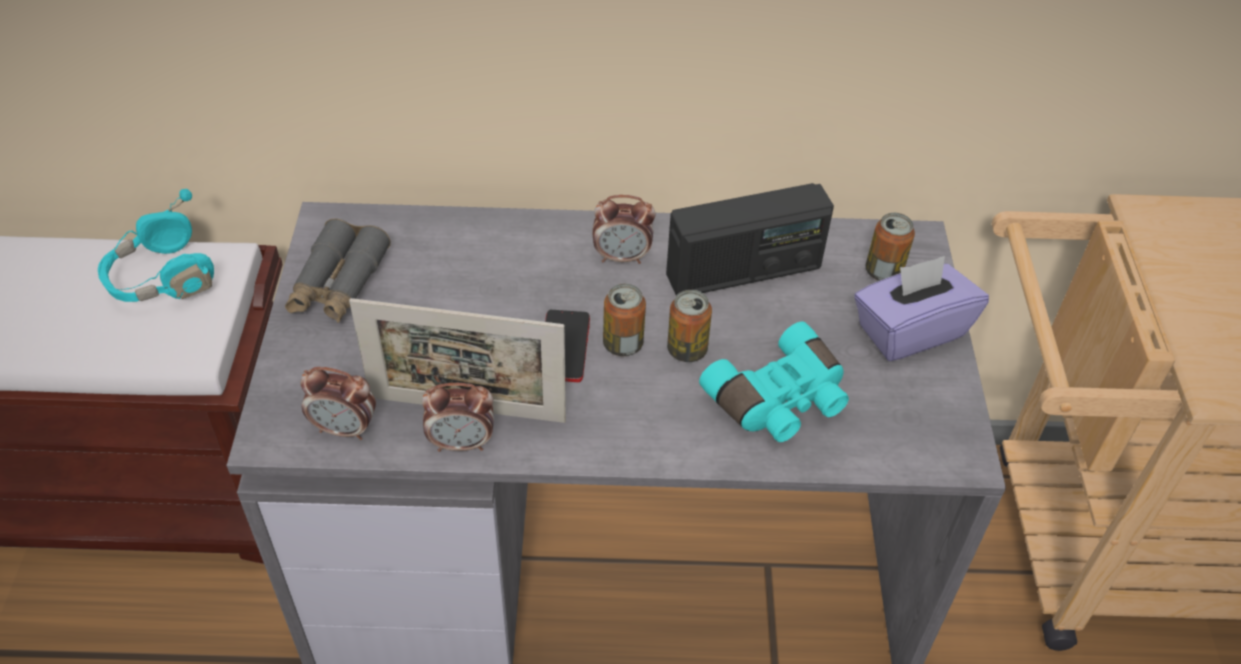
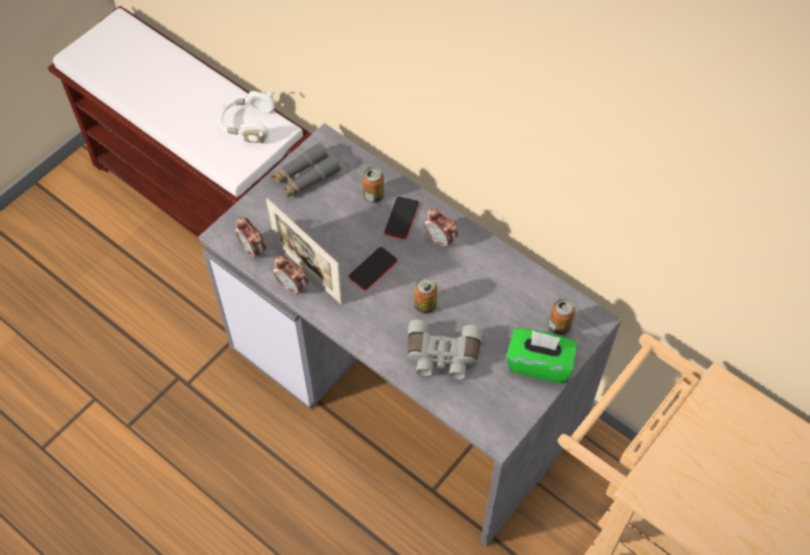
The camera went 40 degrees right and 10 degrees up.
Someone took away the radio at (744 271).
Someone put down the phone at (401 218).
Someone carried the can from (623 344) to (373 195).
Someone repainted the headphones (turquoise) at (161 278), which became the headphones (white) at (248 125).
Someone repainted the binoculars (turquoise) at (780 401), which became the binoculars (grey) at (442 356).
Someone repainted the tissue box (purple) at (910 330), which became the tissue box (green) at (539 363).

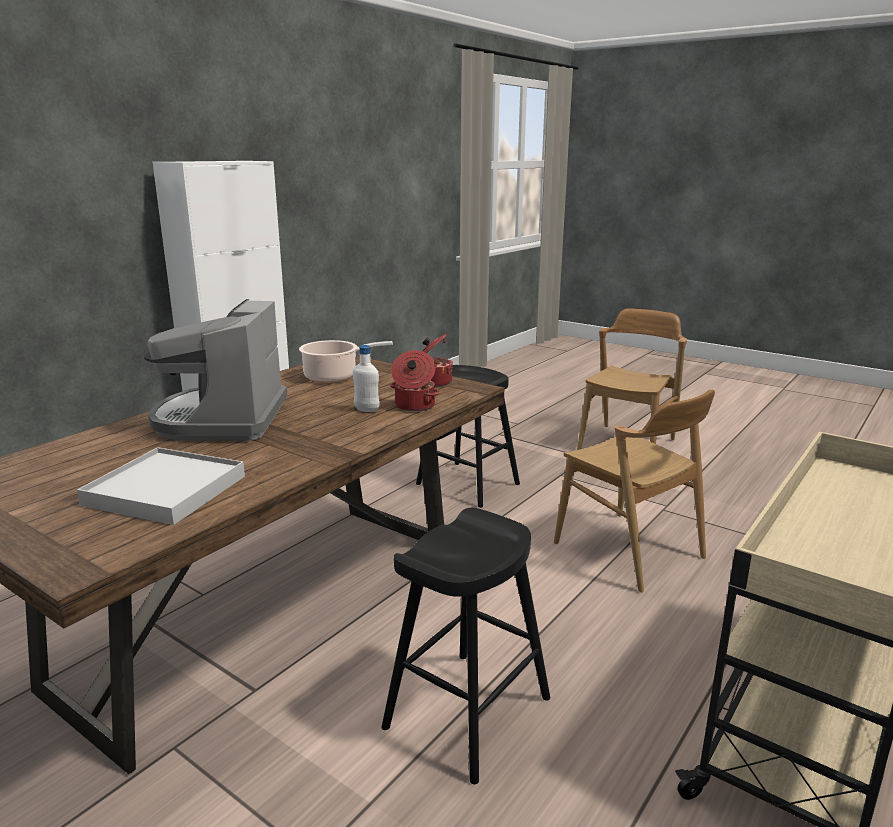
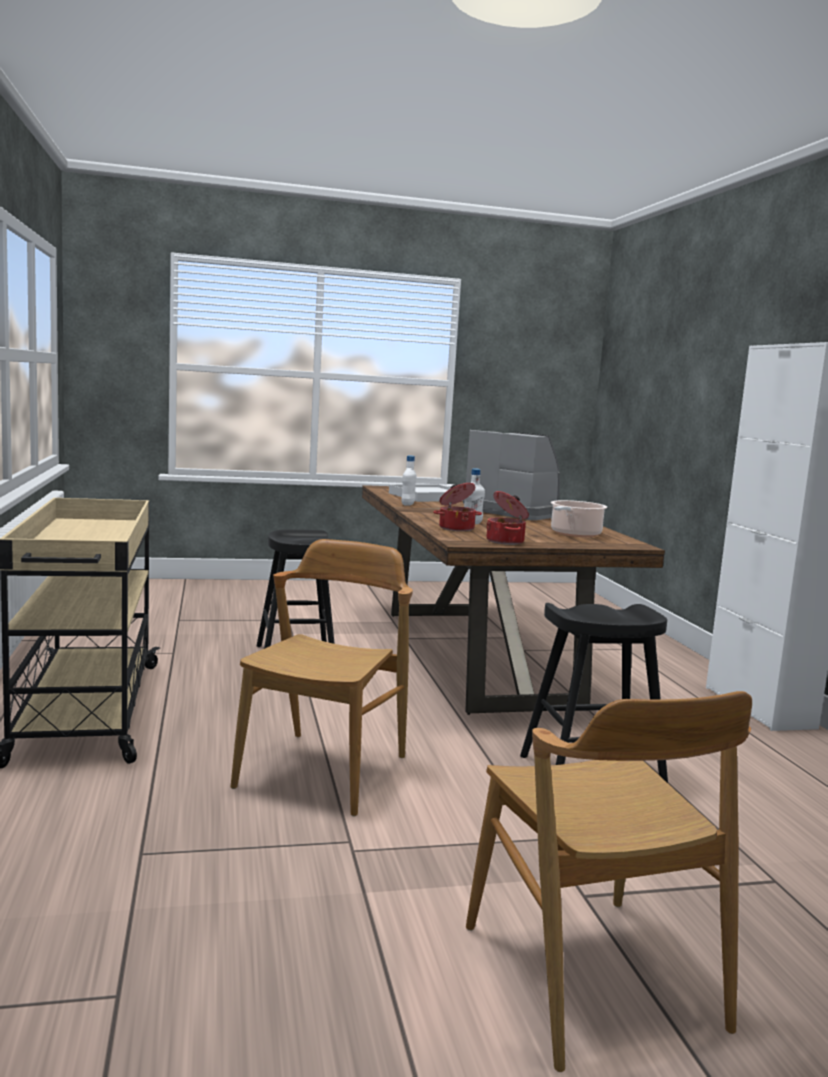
The camera went 130 degrees right and 10 degrees down.
Someone put down the bottle (white) at (408 504).
Someone rotated the chair (brown) at (628 550) by 105 degrees clockwise.

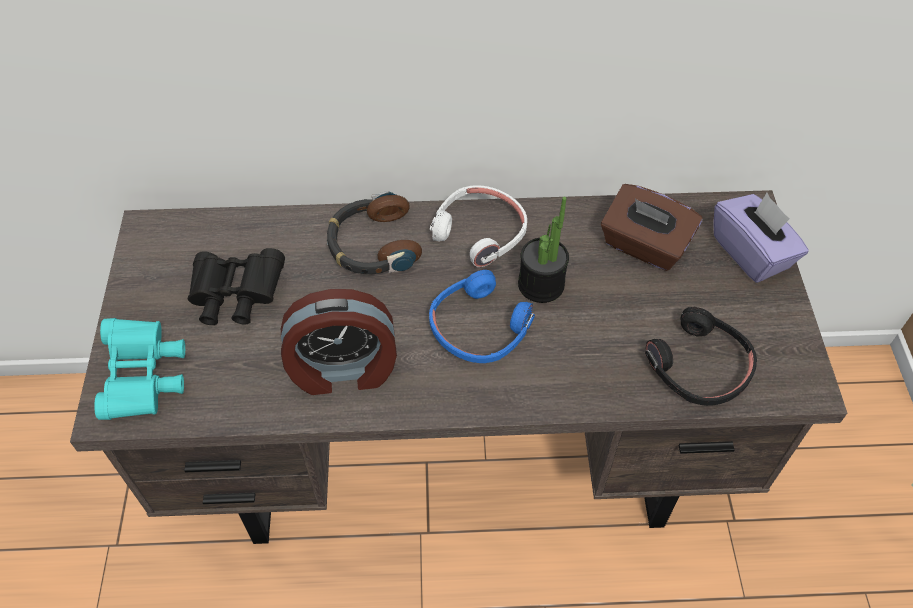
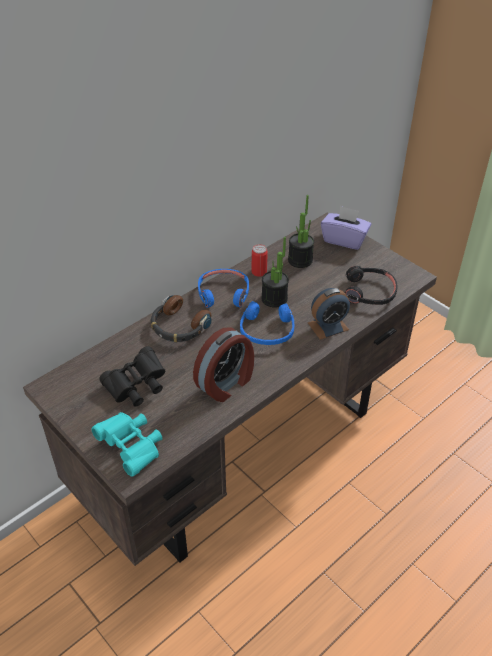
The camera went 40 degrees left and 10 degrees down.
Someone put down the can at (259 272).
Someone put down the alarm clock at (328 326).
Someone swapped the tissue box (brown) at (644 246) for the potted plant at (300 260).
Someone repainted the headphones (white) at (480 232), which became the headphones (blue) at (223 293).

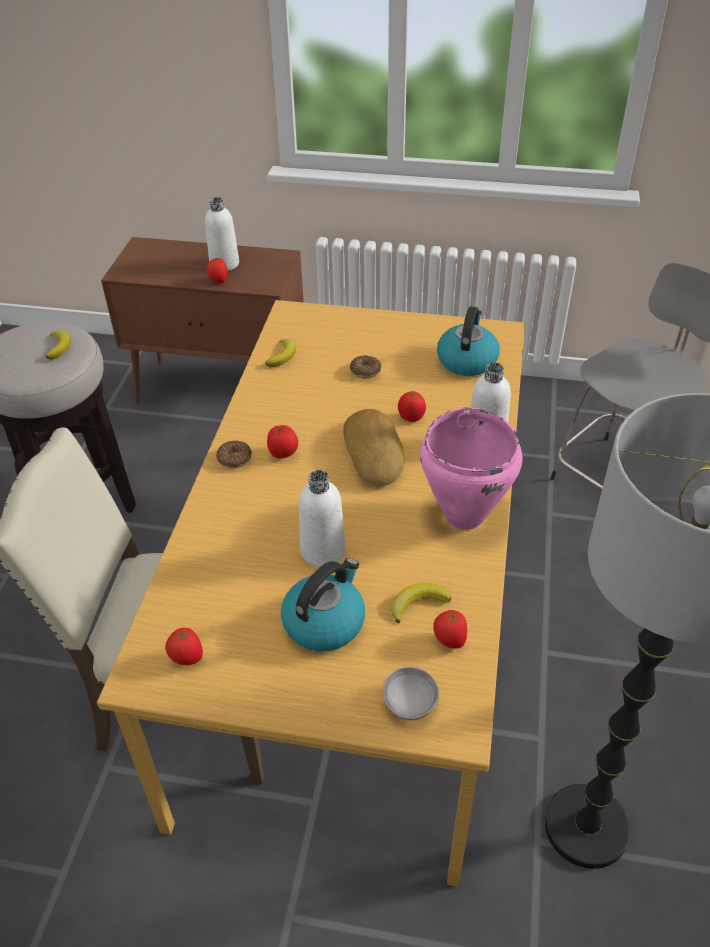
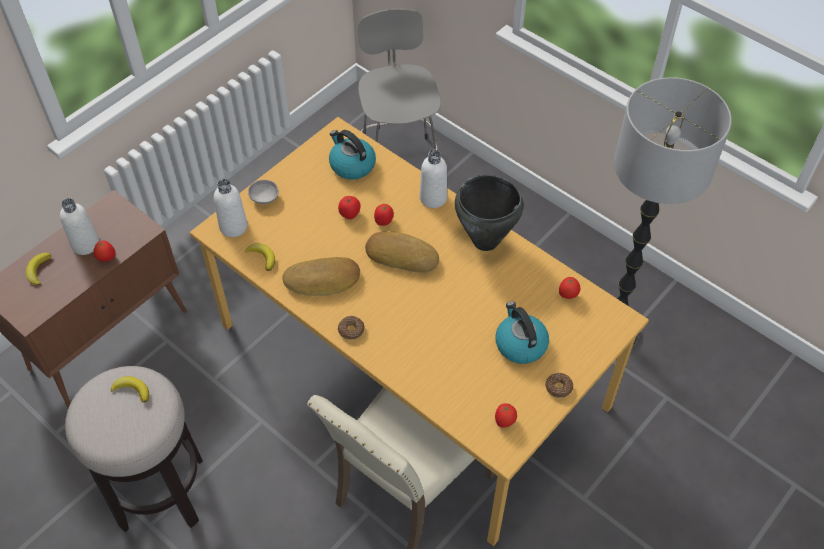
The camera went 60 degrees left and 10 degrees up.
Someone put down the bread at (323 280).
Someone carried the tomato from (283 453) to (350 214).
Someone carried the bottle (white) from (323 551) to (233 226).
Someone carried the donut from (365 371) to (558 387).
Someone carried the bowl (grey) from (410 703) to (264 198).
Someone carried the banana from (418 603) to (38 270).
Someone repainted the cooking pot (pink) at (463 516), which became the cooking pot (black) at (485 241).

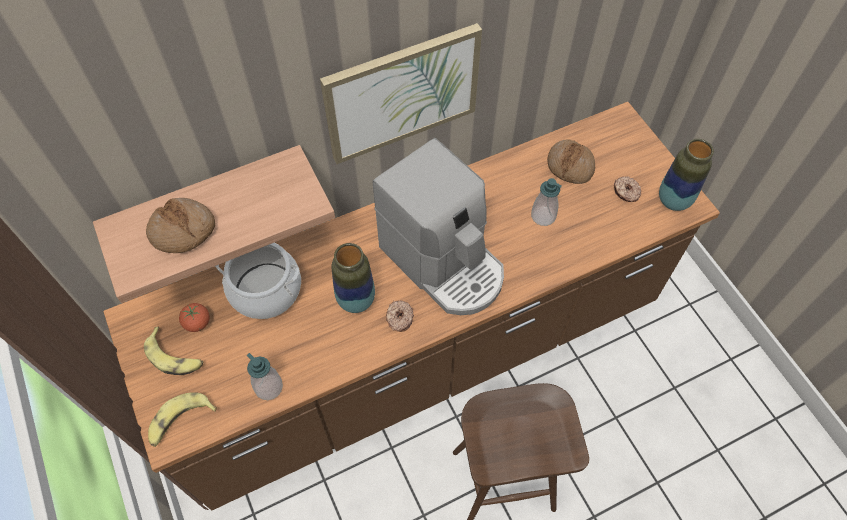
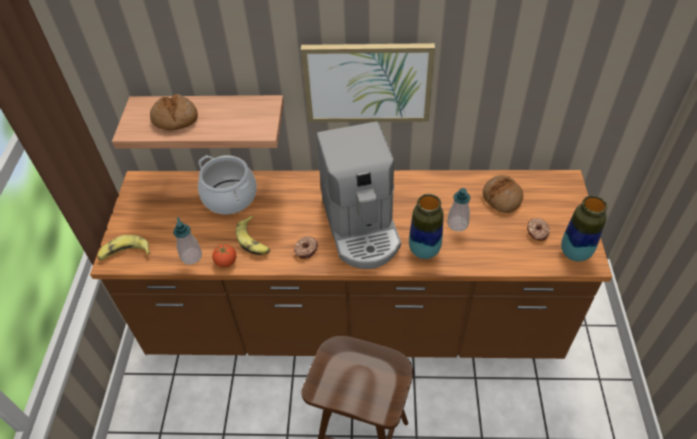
The camera went 30 degrees right and 10 degrees down.
Someone carried the banana from (175 357) to (254 240).
Someone carried the tomato from (197 323) to (226 262).
Someone carried the vase from (356 300) to (424 250).

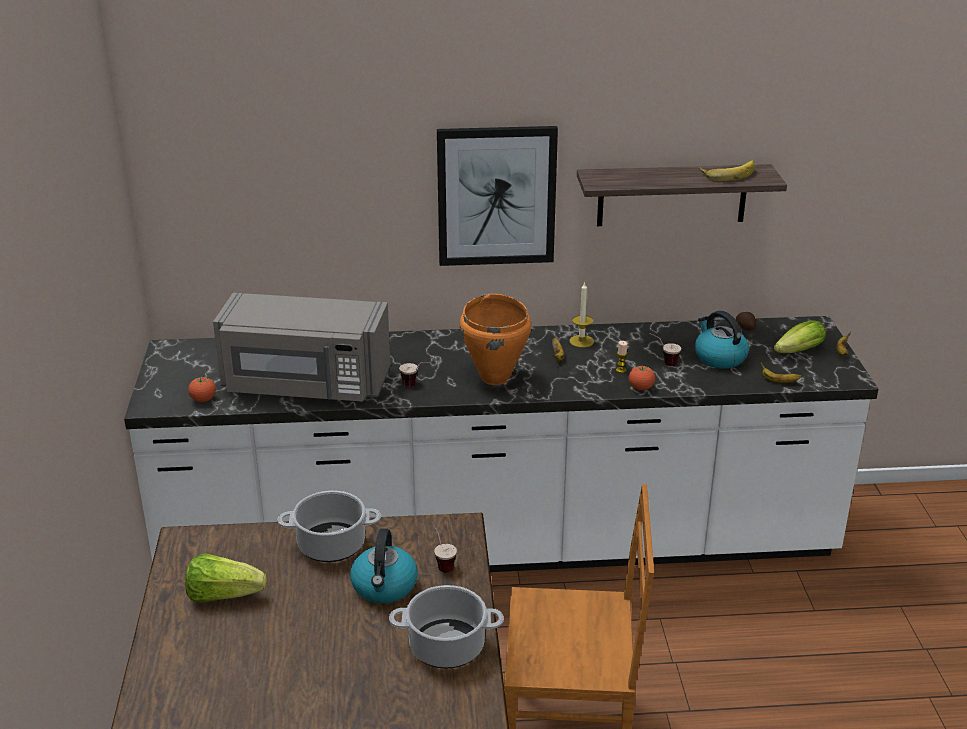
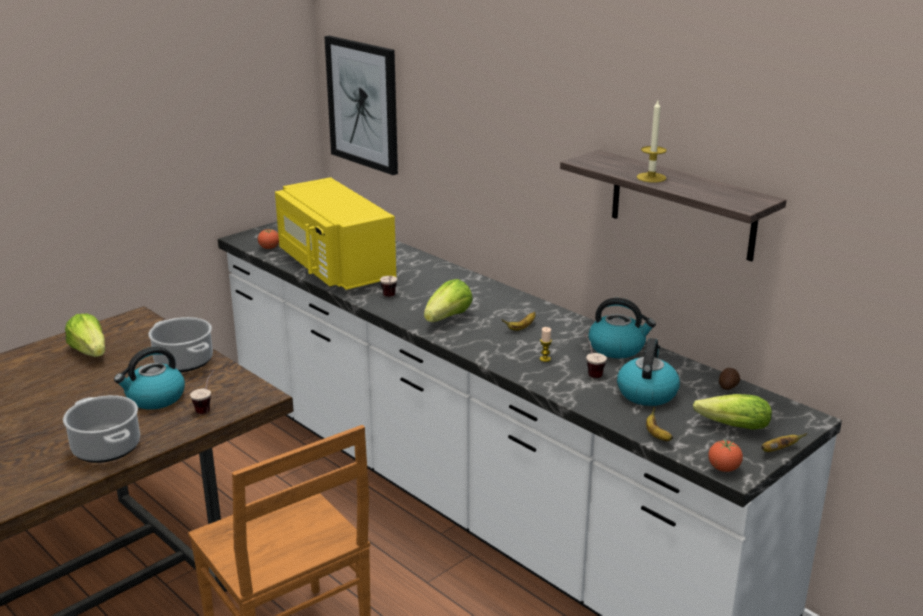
The camera went 50 degrees right and 5 degrees down.
Someone took away the banana at (728 173).
Someone put down the kettle at (617 348).
Someone carried the picture from (496 196) to (363 104).
Someone carried the candle from (581 341) to (651 177).
Someone carried the tomato from (641 388) to (723 468).
Someone swapped the cooking pot (orange) at (495 377) for the lettuce at (448 318).
Someone repainted the microwave (grey) at (305 384), which became the microwave (yellow) at (334 266).

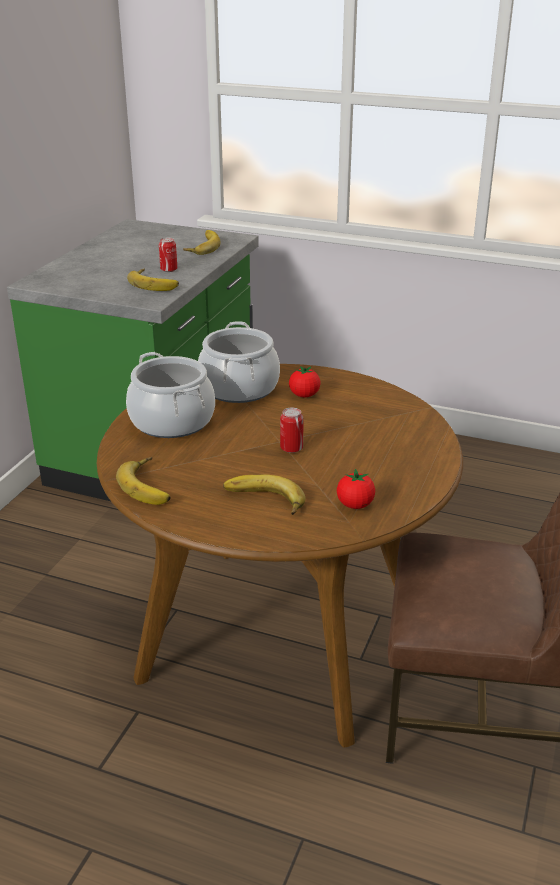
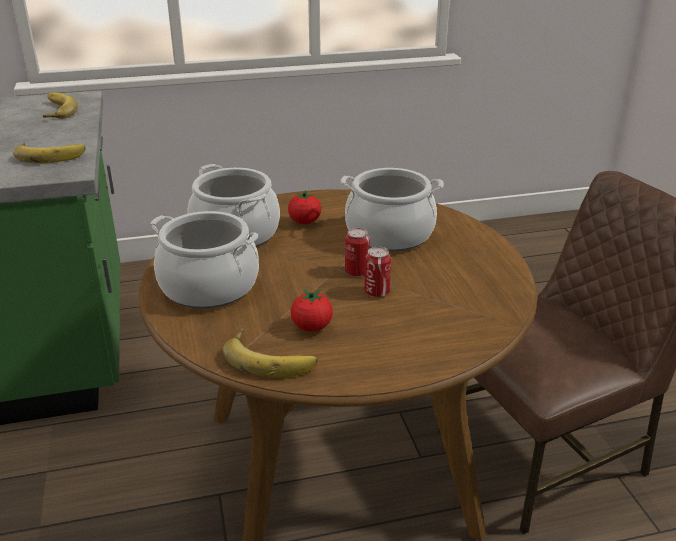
The camera went 35 degrees left and 0 degrees up.
Someone took away the banana at (263 501).
Someone put down the cooking pot at (390 235).
Someone carried the can from (169 270) to (377 292).
Someone carried the tomato from (355 505) to (312 327).

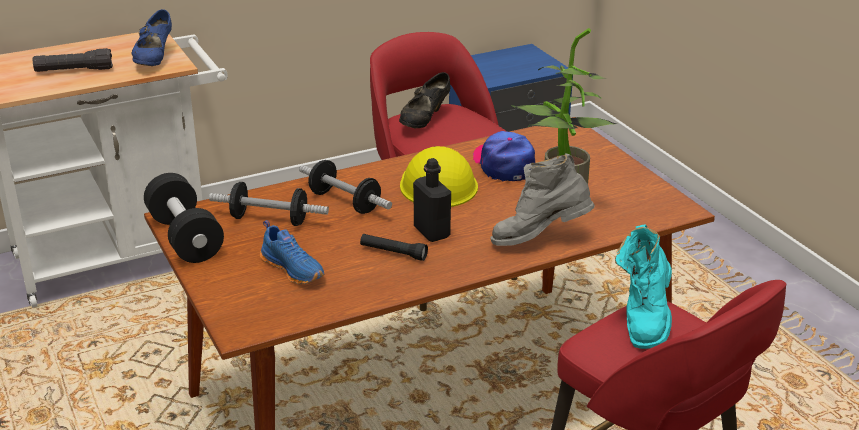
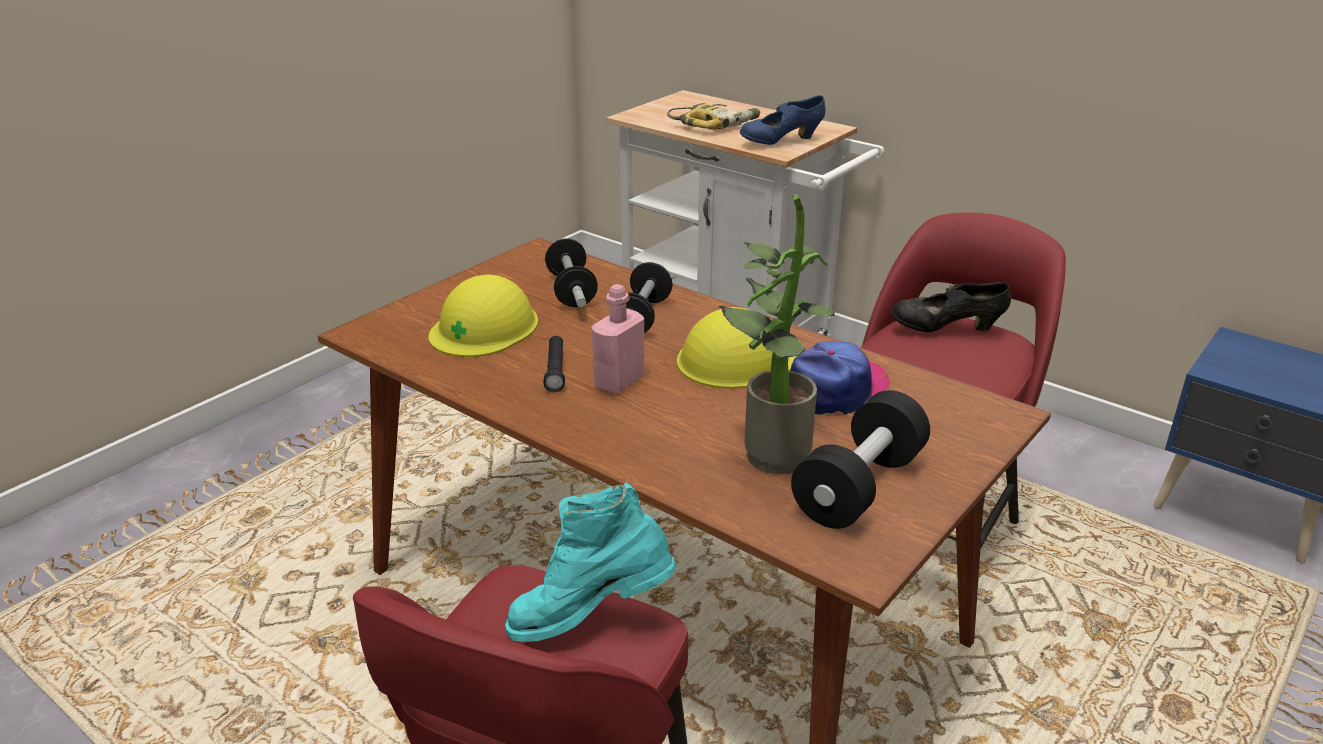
The camera went 65 degrees right and 0 degrees up.
Someone took away the boot (grey) at (539 239).
Someone carried the dumbbell (black) from (185 238) to (859 487).
Someone swapped the flashlight (black) at (74 70) for the power drill at (715 124).
Someone swapped the shoe (blue) at (294 269) for the hard hat (yellow) at (484 327).
Someone repainted the bottle (black) at (431 232), which became the bottle (pink) at (619 382).

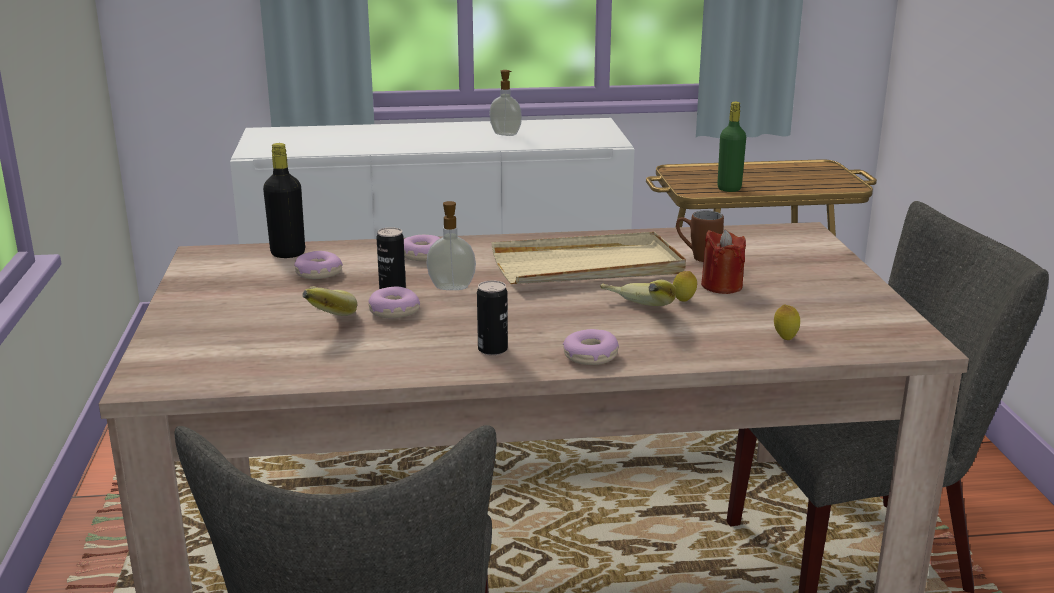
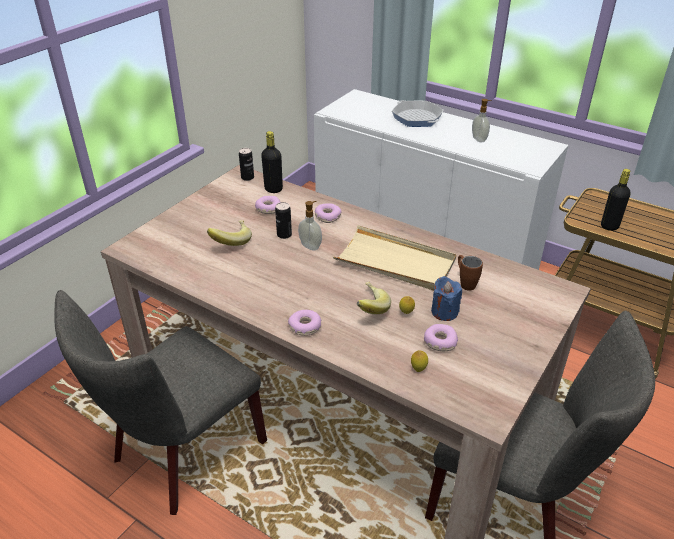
The camera went 40 degrees right and 15 degrees up.
Someone put down the frying pan at (417 118).
Someone carried the donut from (393 311) to (439 342).
Someone carried the can from (492 349) to (247 177).
Someone repainted the candle (red) at (721 286), which became the candle (blue) at (444 312).
Someone repainted the bottle (green) at (729 188), which became the bottle (black) at (609 226).

